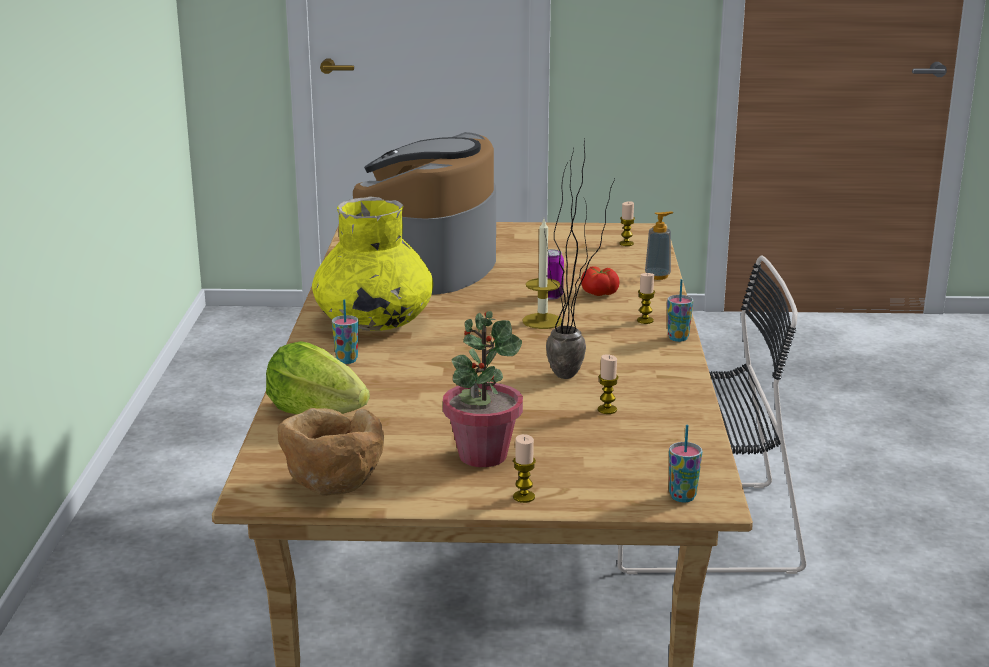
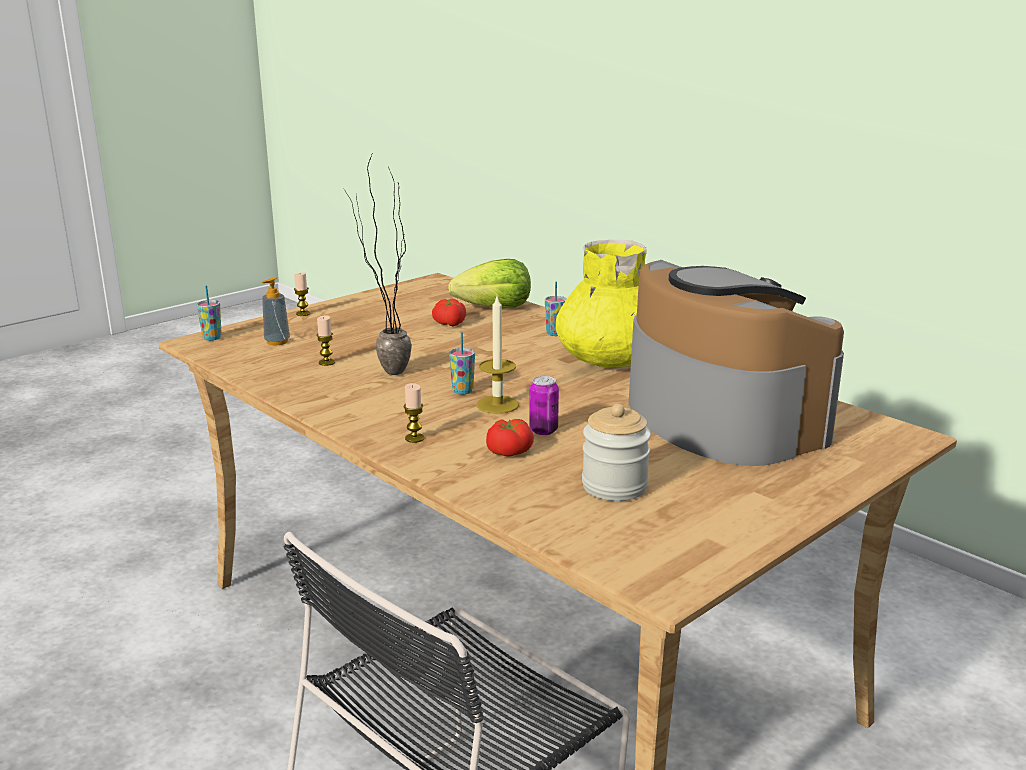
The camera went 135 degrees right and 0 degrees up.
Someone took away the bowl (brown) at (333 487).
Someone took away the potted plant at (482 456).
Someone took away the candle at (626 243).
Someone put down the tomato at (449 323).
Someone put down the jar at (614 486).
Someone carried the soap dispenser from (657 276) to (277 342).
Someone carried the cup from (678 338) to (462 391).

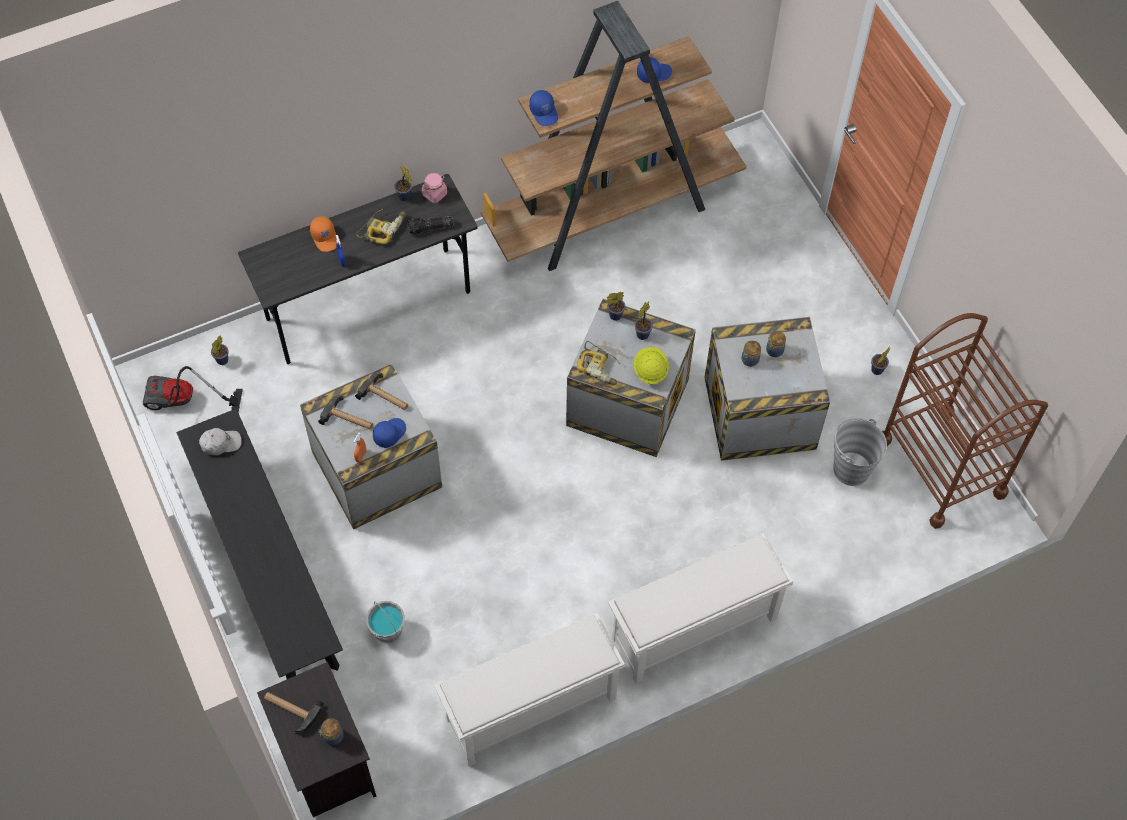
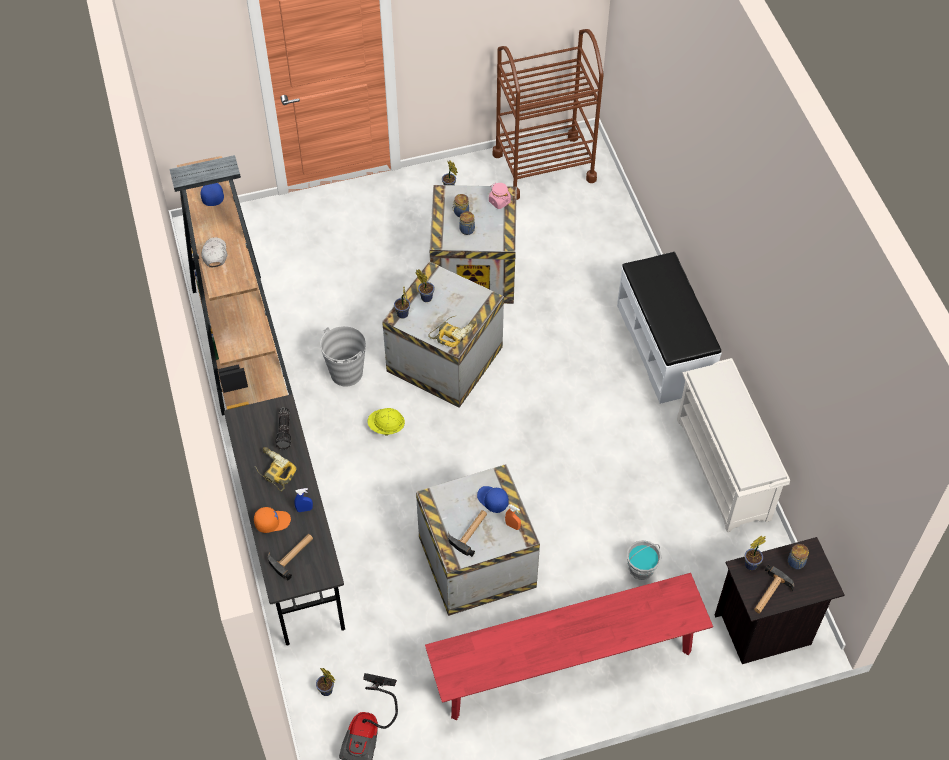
The camera went 80 degrees left and 5 degrees down.
Someone took away the cap (blue) at (544 112).
Someone carried the cap (white) from (220 443) to (214 254).
Someone carried the hammer from (386 396) to (293 554).
Someone carried the potted plant from (405 197) to (752 564).
Someone carried the jar (pink) from (434 194) to (499 201).
Someone carried the hard hat (yellow) from (650 371) to (386 427).
Someone carried the bucket (grey) from (851 469) to (346 373).
Someone swapped the shoe rack (white) at (693 630) for the bench (white) at (664 347).
Someone repainted the bench (black) at (267 567), which became the bench (red) at (565 664).

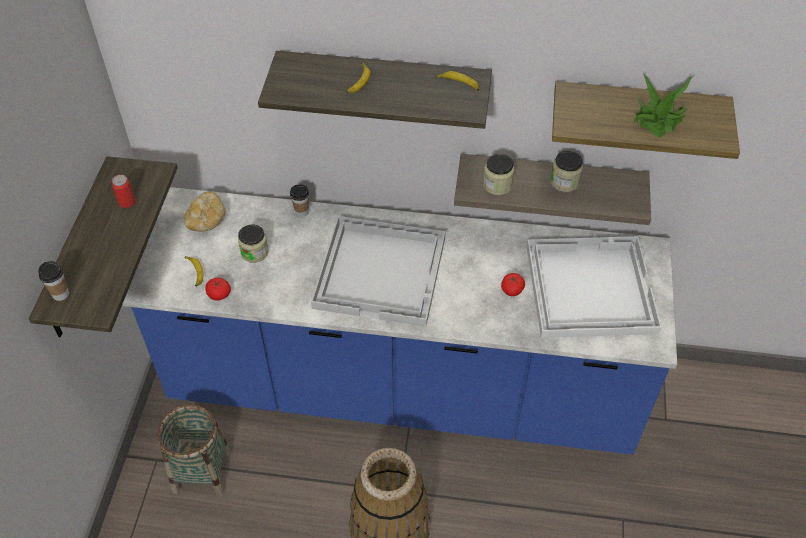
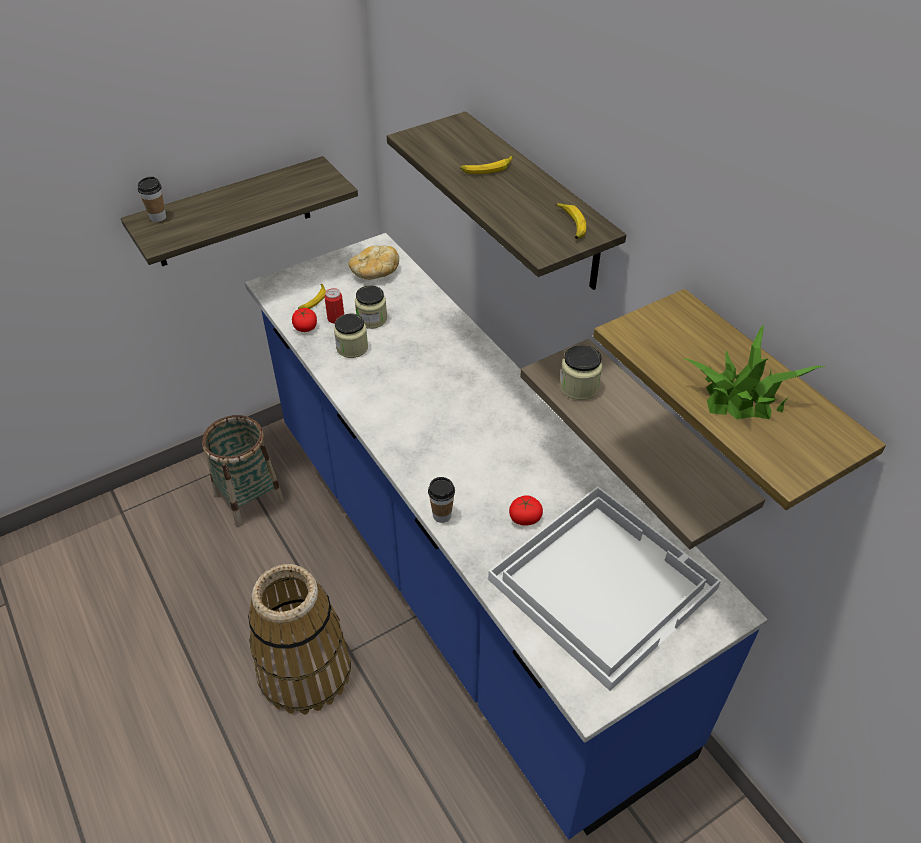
The camera went 50 degrees right and 5 degrees down.
Someone took away the tray (white) at (381 271).
Someone carried the can from (127 202) to (336 318).
Someone carried the cup from (301 212) to (442 515).
Someone carried the jar from (564 182) to (352 348).

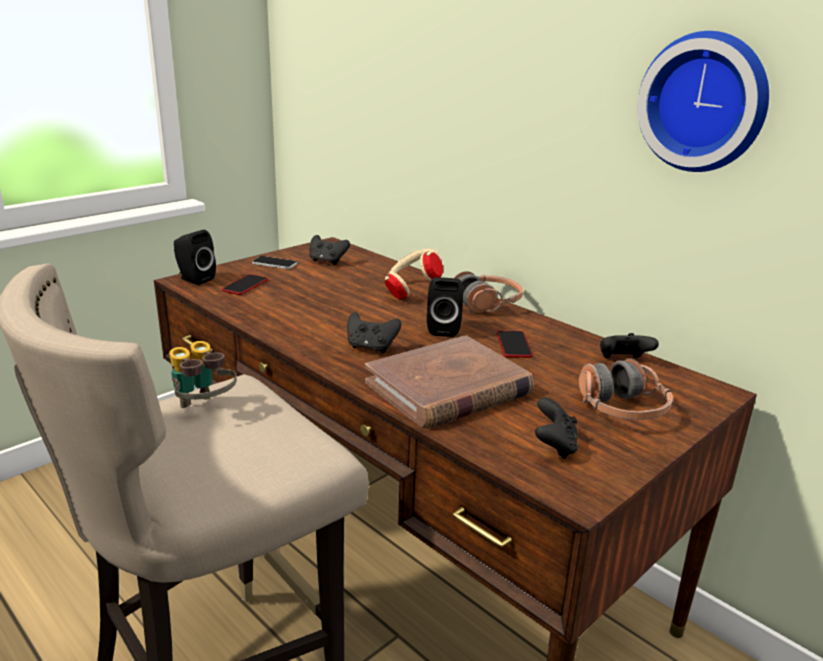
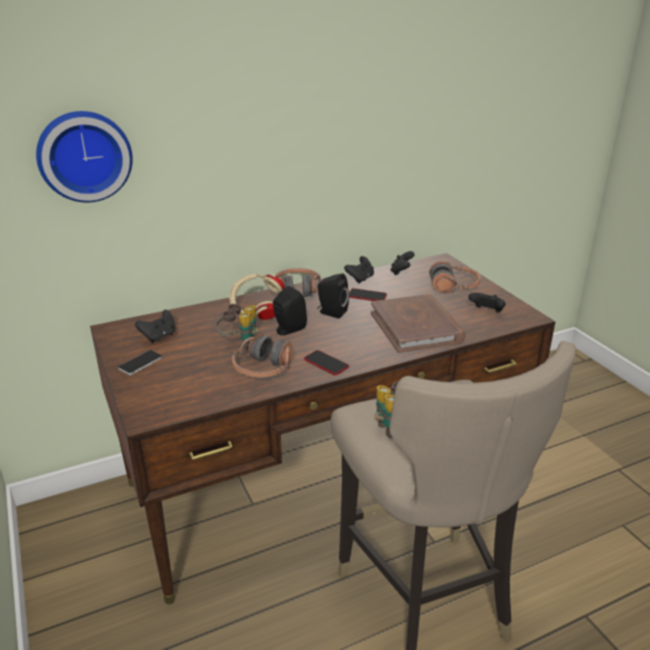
The camera went 70 degrees left and 5 degrees up.
Someone put down the binoculars at (239 343).
Someone put down the headphones at (263 369).
Someone carried the speaker (black) from (194 279) to (288 330).
Someone carried the phone from (245 285) to (326 363).
Someone carried the game controller (black) from (371 347) to (360 279).
Someone carried the wall clock from (705 102) to (84 155).

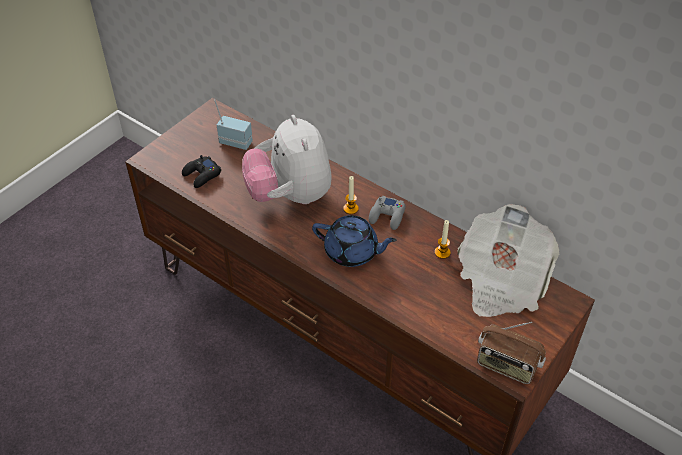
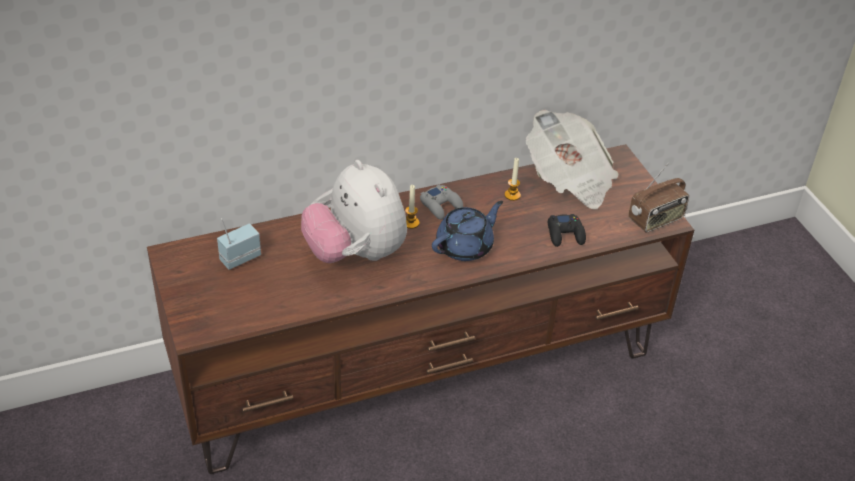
The camera went 60 degrees left and 5 degrees down.
Someone carried the game controller (black) from (202 175) to (565 234).
Someone rotated the plush toy at (290 195) by 45 degrees clockwise.

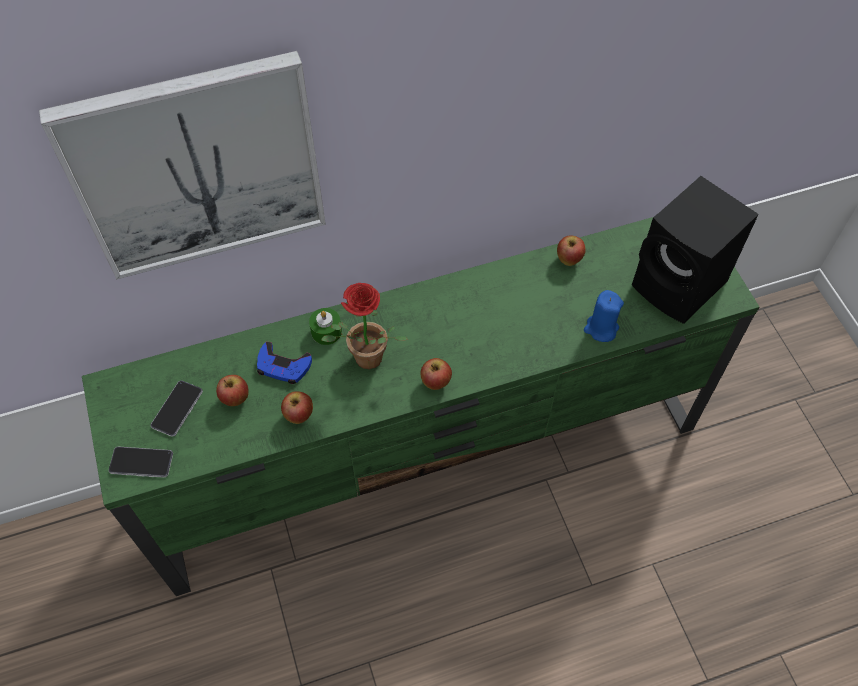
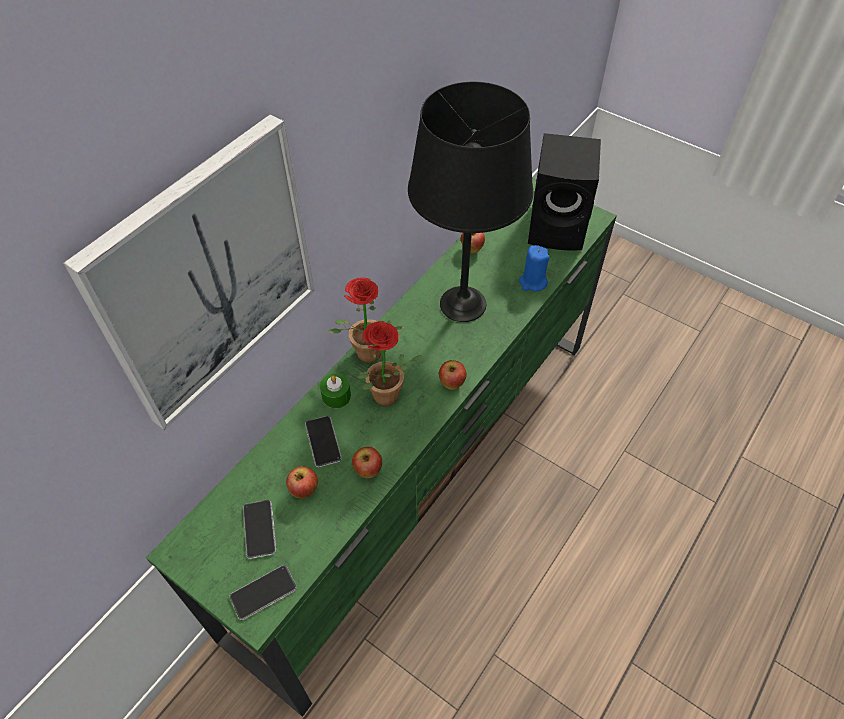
The camera went 35 degrees left and 5 degrees down.
Someone put down the potted plant at (366 357).
Someone put down the table lamp (black) at (462 304).
Someone swapped the game controller (blue) at (283 366) for the phone at (323 442).

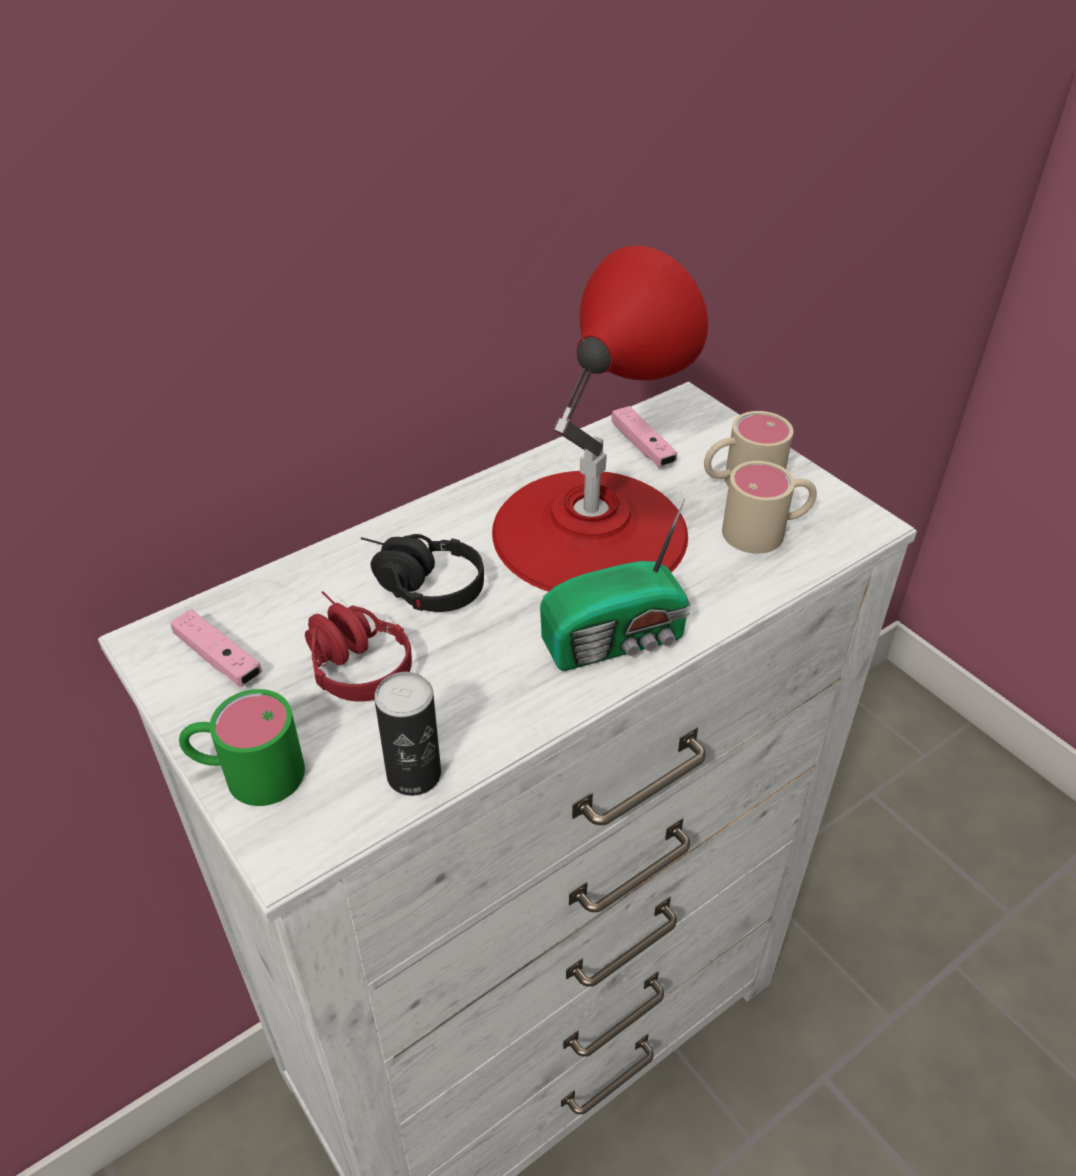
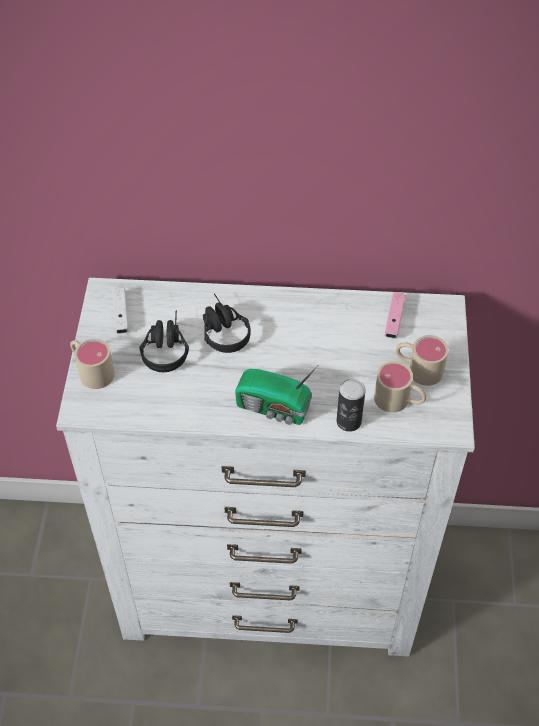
The camera went 40 degrees right and 10 degrees up.
Someone took away the table lamp (red) at (589 530).
Someone carried the can from (414 774) to (348 421).
Someone repainted the game controller (pink) at (218 658), which became the game controller (white) at (121 315).
Someone repainted the mug (green) at (247 773), which became the mug (beige) at (91 370).
Someone repainted the headphones (red) at (349 660), which became the headphones (black) at (165 347).

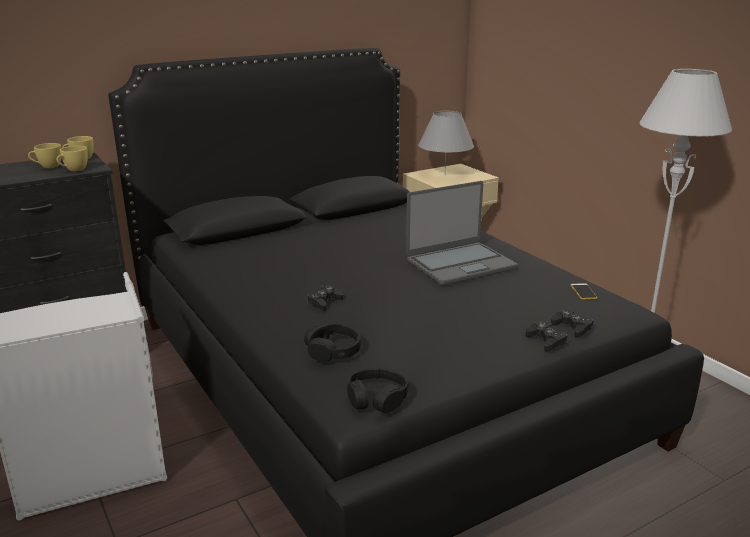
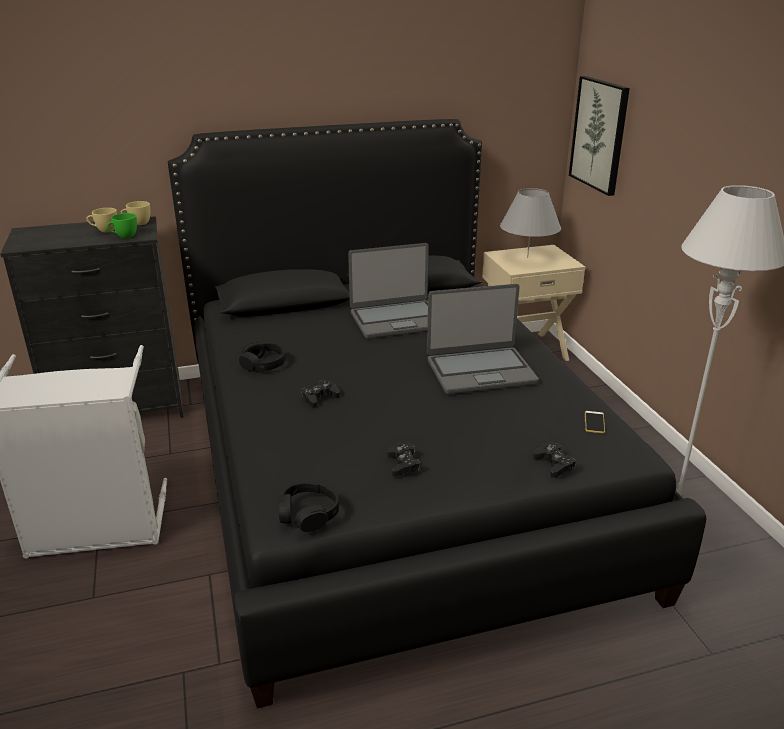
The camera went 15 degrees right and 5 degrees up.
Someone put down the laptop at (397 320).
Someone put up the picture at (600 134).
Someone carried the headphones (black) from (333 350) to (263 364).
Someone carried the game controller (black) from (546 341) to (403 464).
Someone repainted the cup (yellow) at (73 170), which became the cup (green) at (124 236).

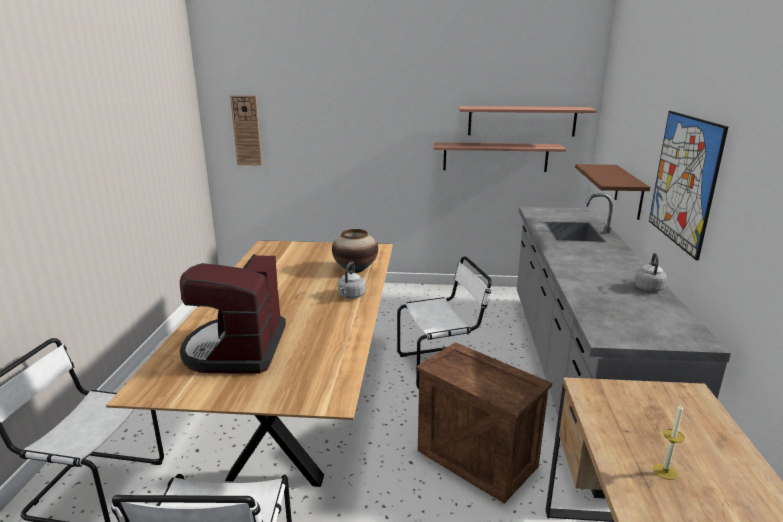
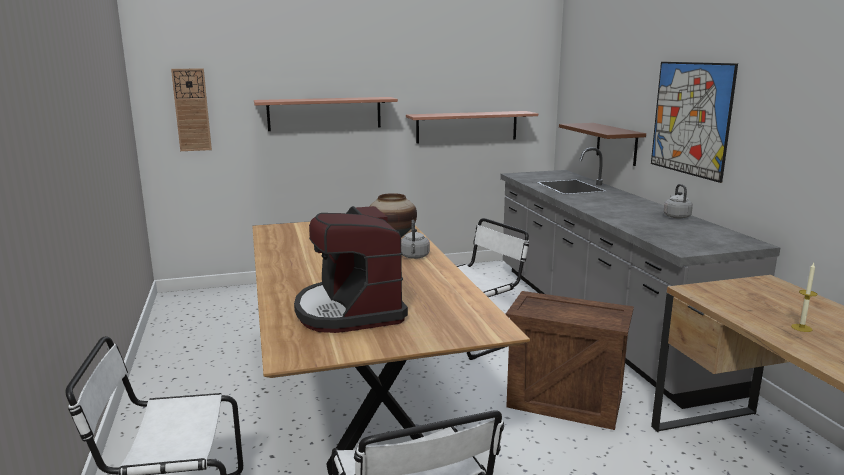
The camera went 20 degrees left and 5 degrees down.
Someone carried the shelf from (522 121) to (324 113).

